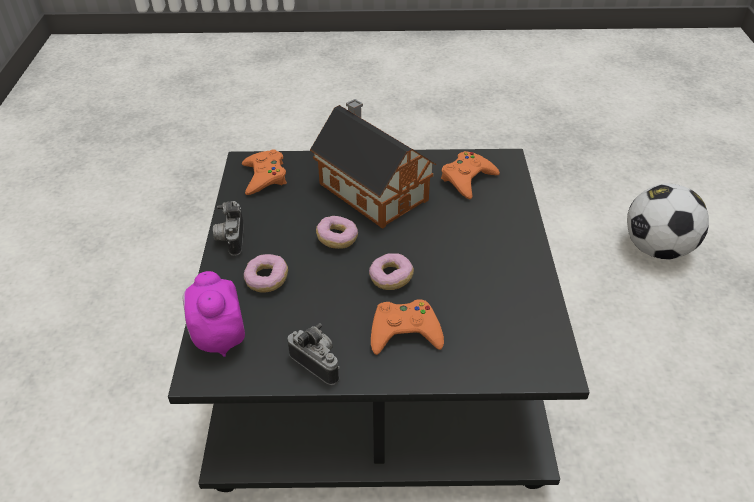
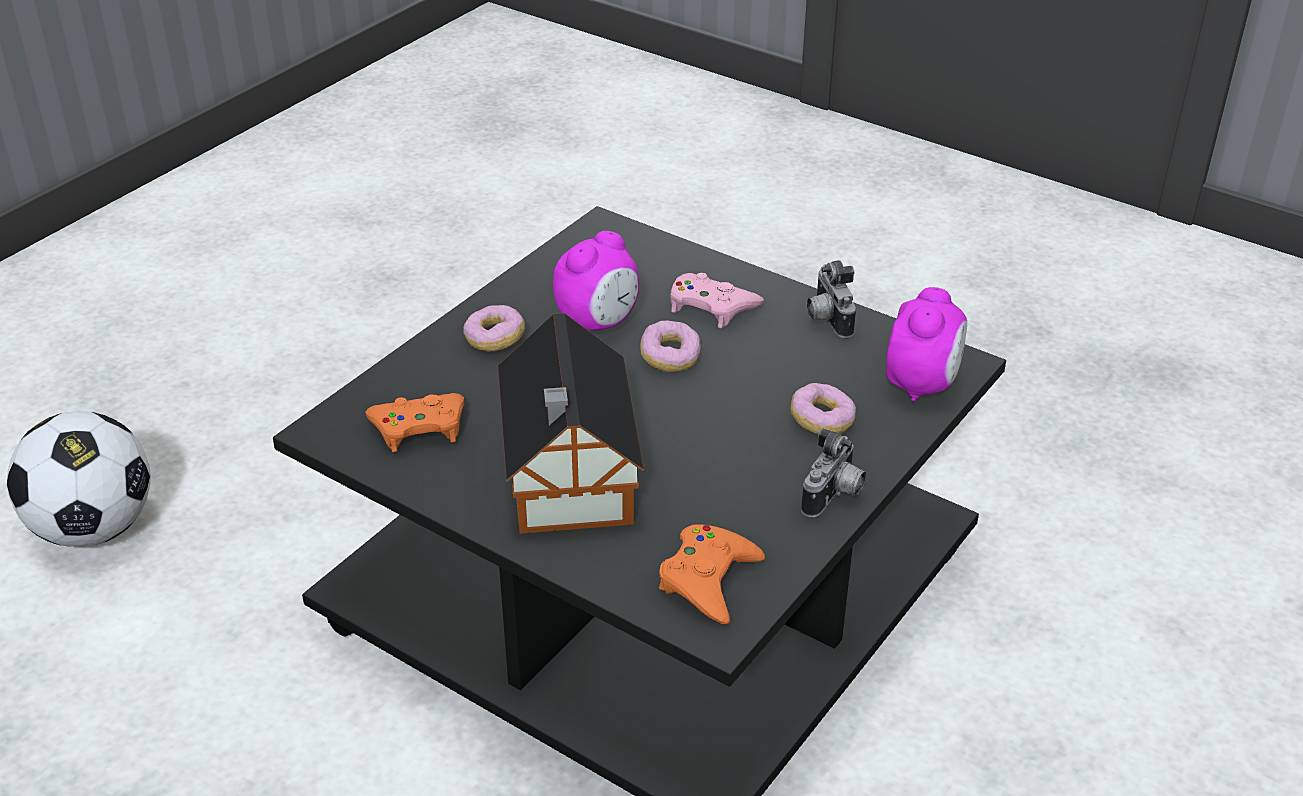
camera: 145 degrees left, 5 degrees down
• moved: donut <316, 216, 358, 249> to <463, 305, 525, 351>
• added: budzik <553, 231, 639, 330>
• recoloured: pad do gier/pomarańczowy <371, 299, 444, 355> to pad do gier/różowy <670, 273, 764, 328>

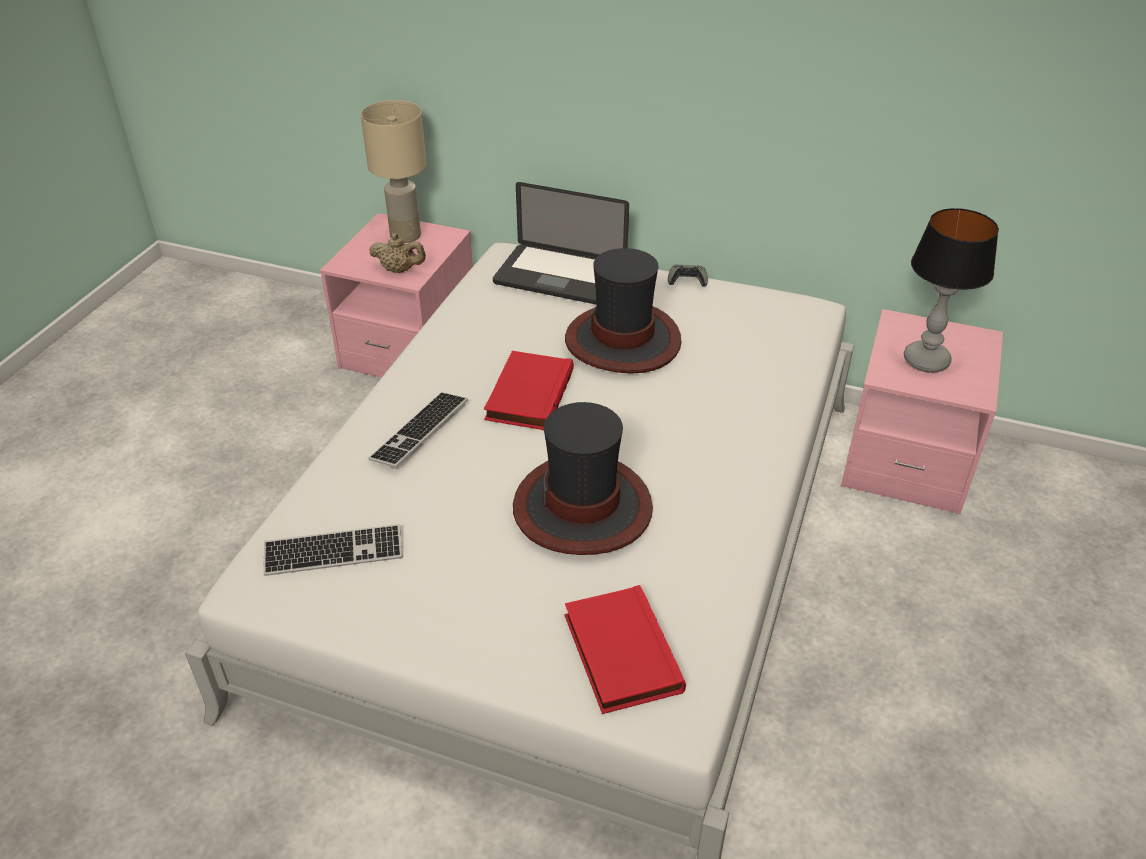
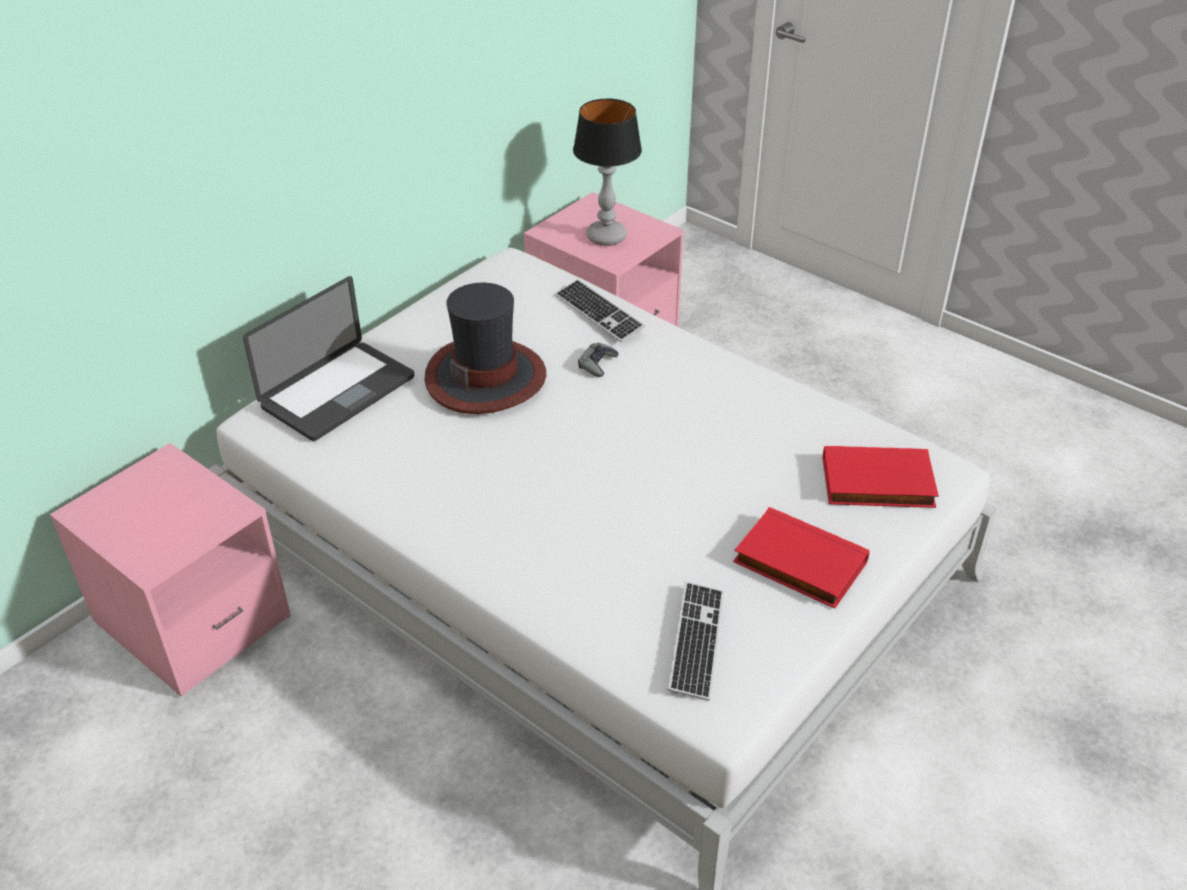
camera: 70 degrees left, 0 degrees up
• moved: klawiatura <368, 392, 468, 469> to <555, 279, 645, 343>
• moved: pad do gier/szary <668, 265, 708, 287> to <578, 342, 619, 377>
• moved: książka/czerwony <484, 351, 574, 430> to <733, 507, 870, 609>
• removed: lampa stołowa/beżowy <361, 100, 427, 243>
• removed: imbryk/beżowy <369, 233, 426, 273>
• removed: kapelusz <513, 402, 653, 555>

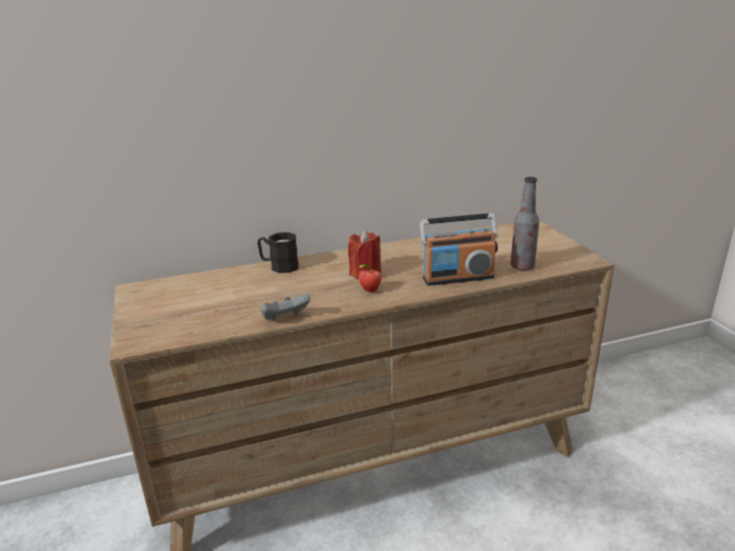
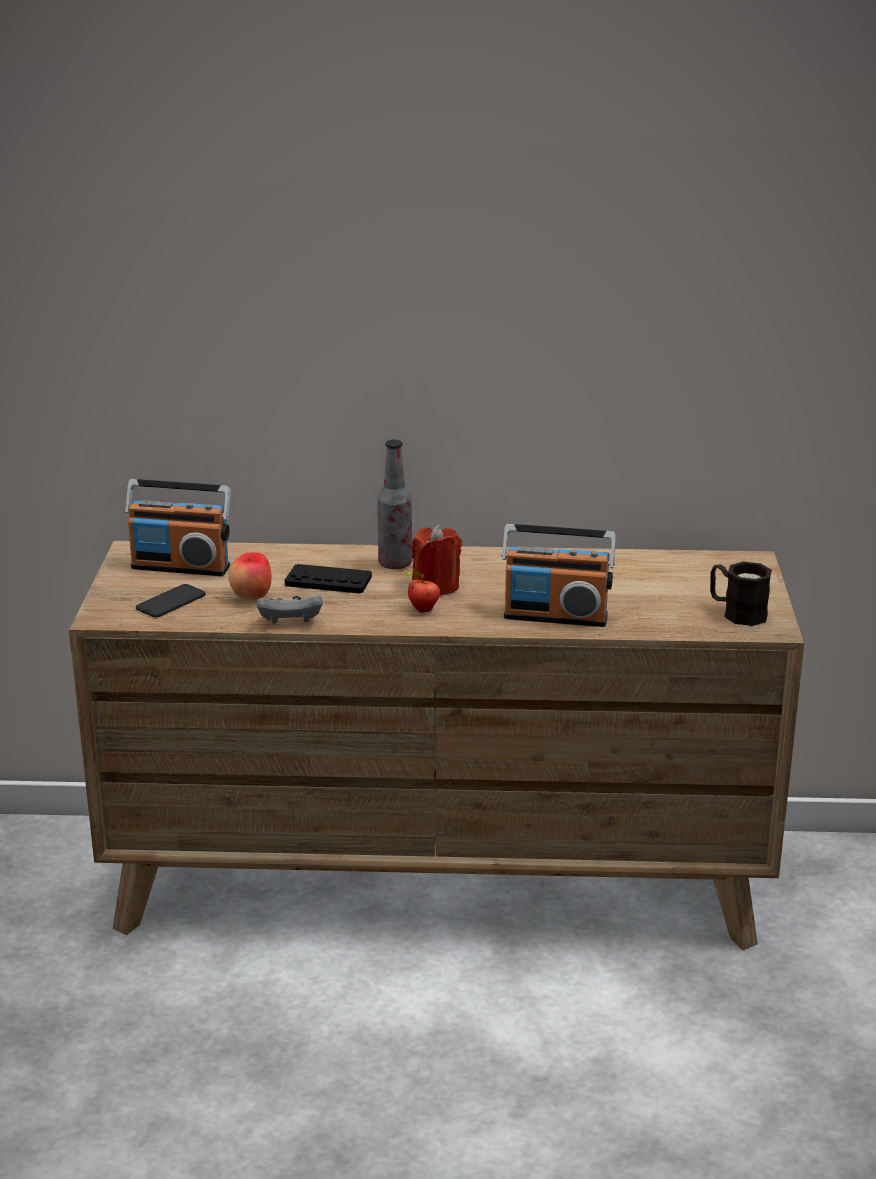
camera: 20 degrees right, 0 degrees up
• added: radio <125, 479, 231, 576>
• added: telefon <136, 584, 206, 618>
• added: jabłko <229, 552, 272, 600>
• added: pad do gier/czarny <285, 564, 372, 594>
• moved: butelka <510, 177, 539, 271> to <378, 440, 412, 569>
• moved: kubek/czarny <258, 232, 299, 273> to <710, 562, 772, 626>

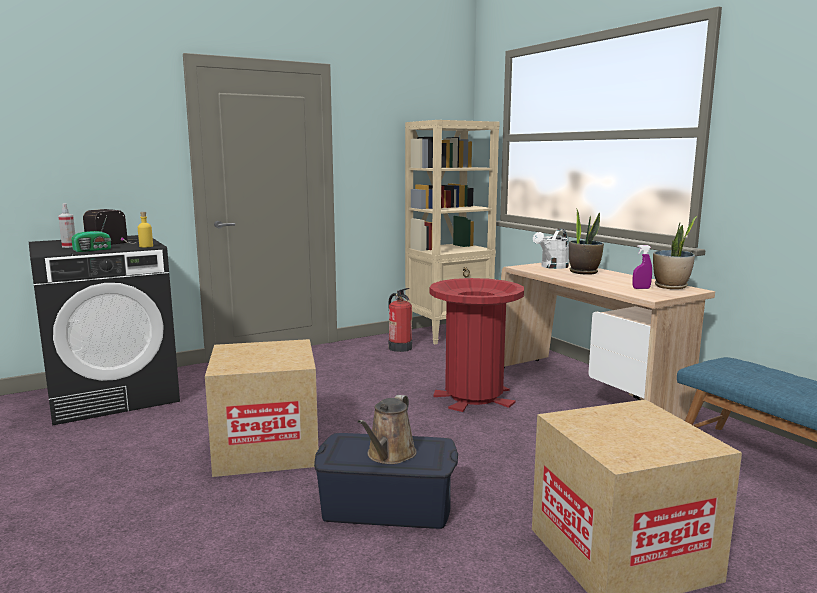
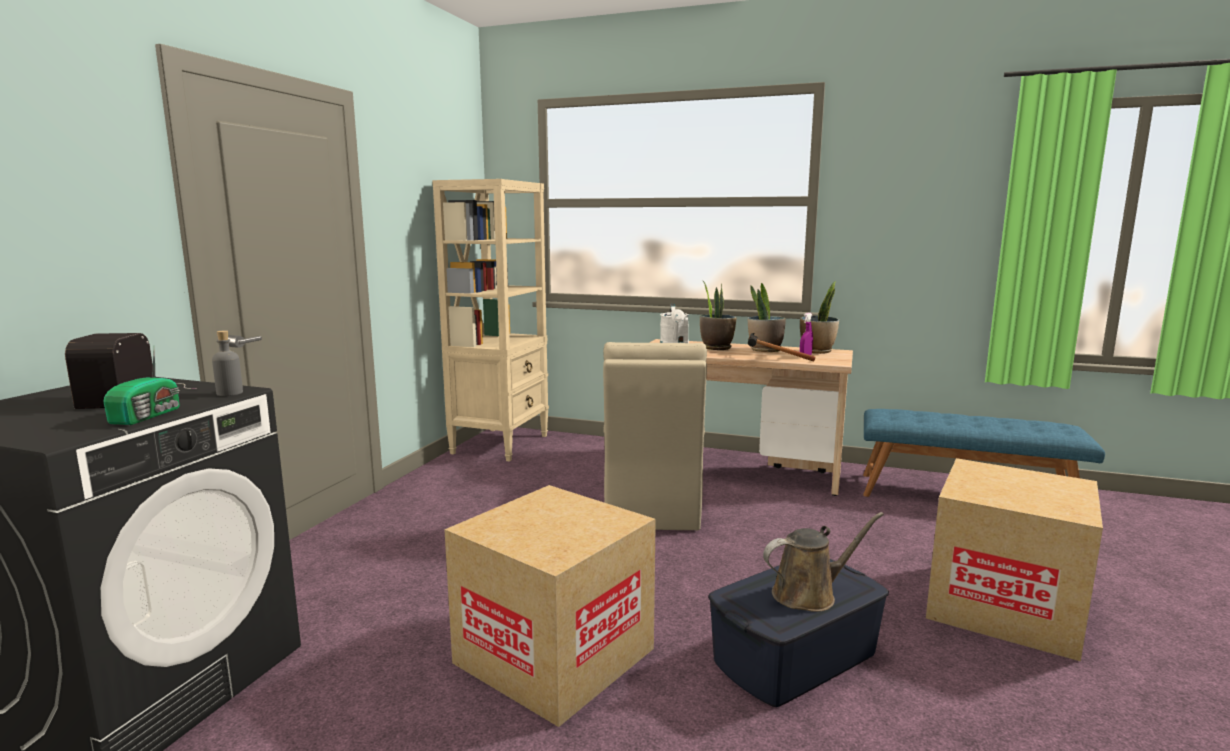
camera: 40 degrees left, 0 degrees up
• recoloured: butelka/żółty <138, 212, 153, 247> to butelka/szary <212, 330, 243, 396>
• replaced: kosz na śmieci/czerwony <430, 278, 524, 412> to krzesło/beżowy <603, 342, 707, 530>
• added: roślina doniczkowa <748, 283, 786, 352>
• added: młotek <748, 333, 816, 362>
• turned: konewka/brązowy <358, 395, 417, 464> = <763, 512, 884, 612> 90 degrees counterclockwise
• removed: spryskiwacz <58, 203, 75, 248>
• removed: gaśnica <388, 288, 412, 352>

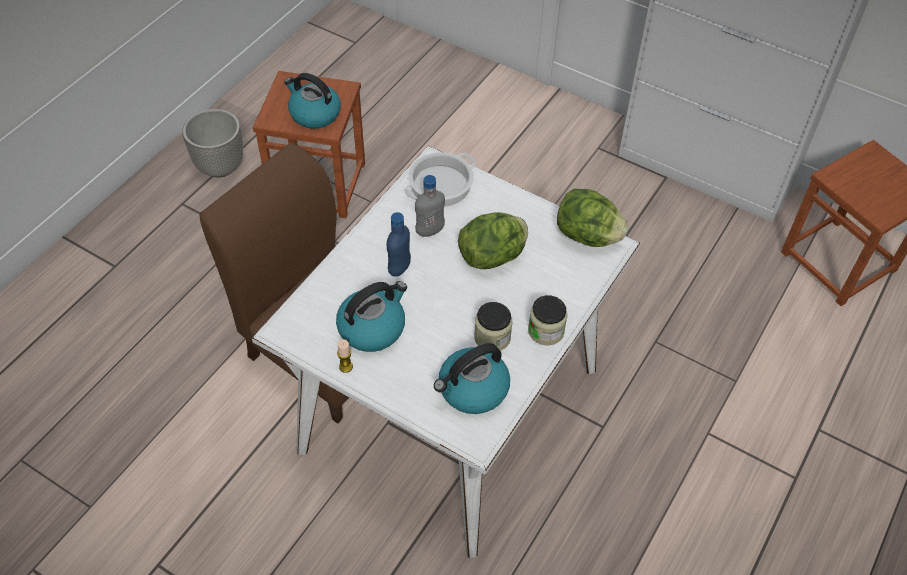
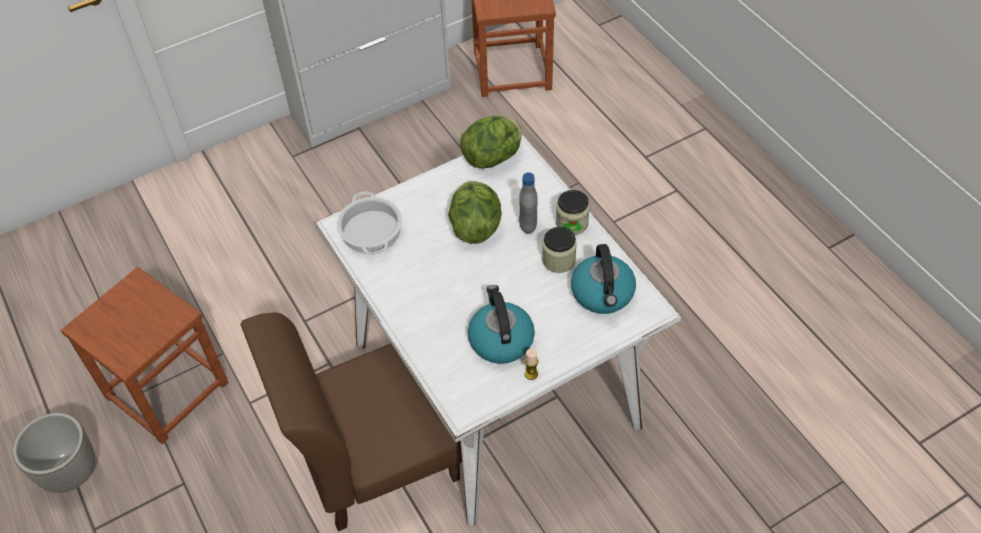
camera: 60 degrees left, 0 degrees up
• moved: butelka/szary <415, 175, 445, 237> to <519, 172, 537, 234>
• removed: czajnik <284, 73, 341, 129>
• removed: butelka/niebieski <387, 212, 411, 277>

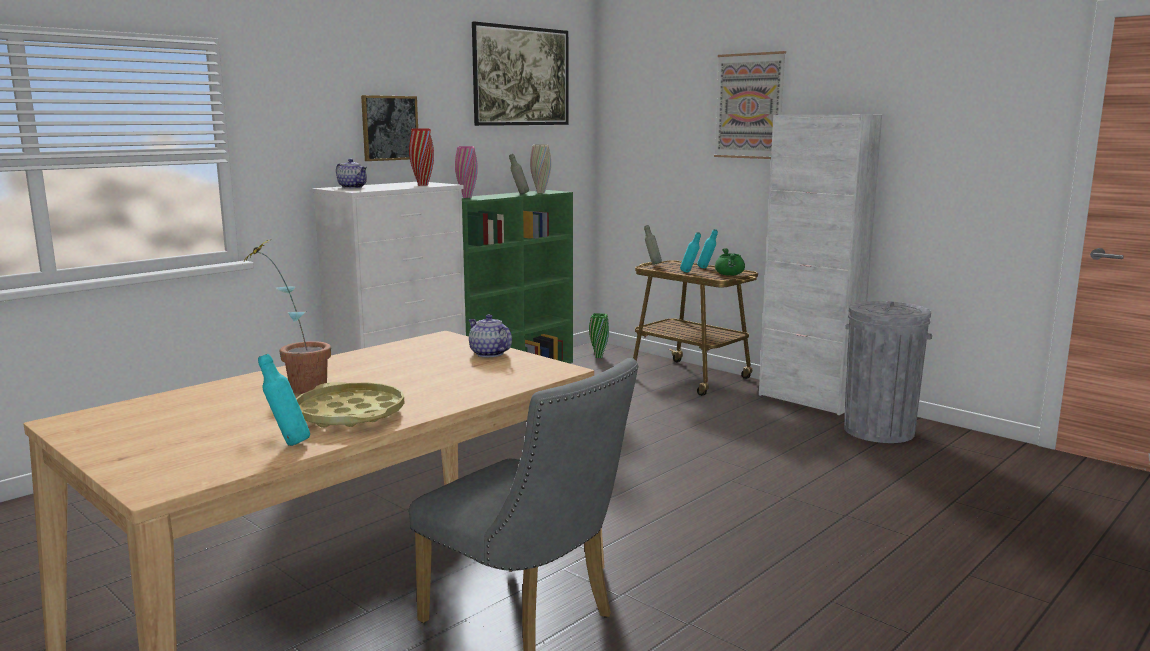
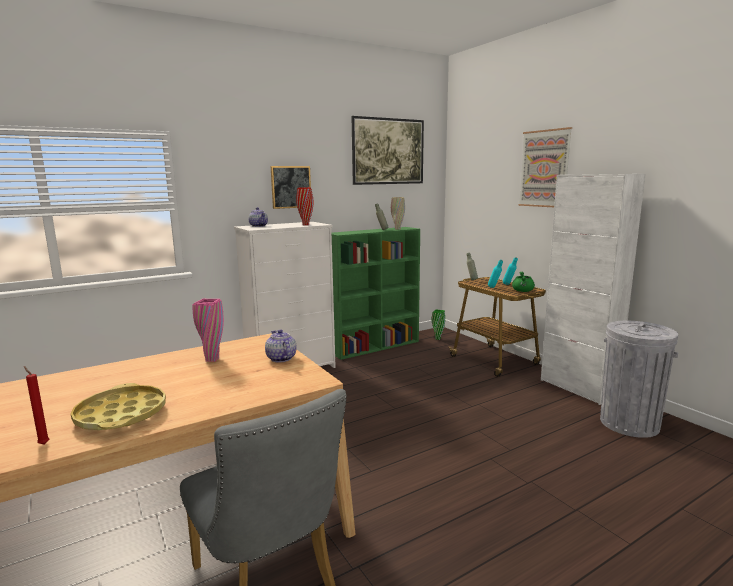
camera: 15 degrees right, 0 degrees up
• replaced: butelka/turkusowy <258, 354, 310, 446> to świeca/czerwony <24, 366, 49, 445>
• moved: wazon/różowy <455, 146, 478, 198> to <193, 299, 224, 362>
• removed: roślina doniczkowa <243, 239, 331, 394>

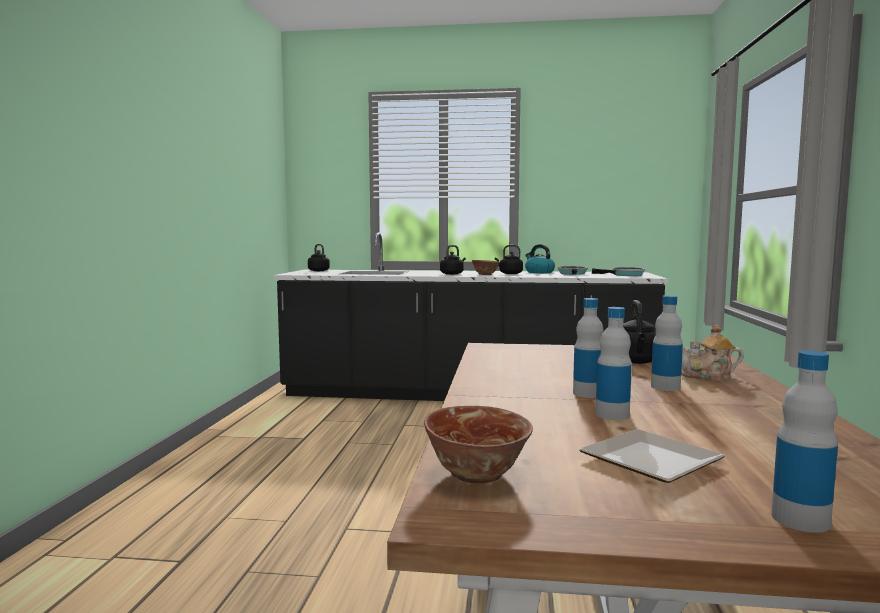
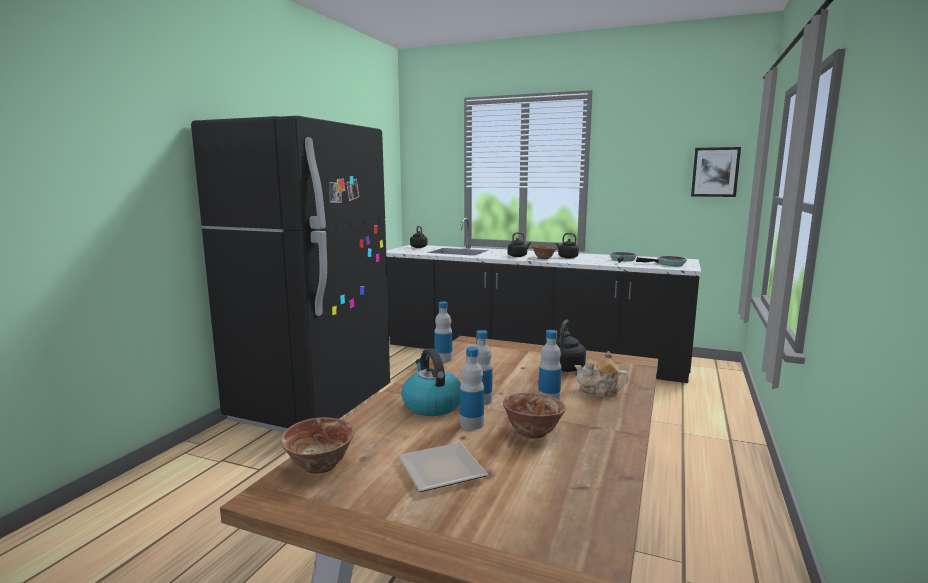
camera: 15 degrees right, 5 degrees up
• added: lodówka/czarny <191, 116, 390, 432>
• moved: czajnik <525, 244, 555, 273> to <401, 348, 461, 416>
• moved: butelka <771, 350, 838, 533> to <434, 302, 452, 362>
• added: miska <503, 393, 566, 439>
• added: obraz <691, 147, 741, 197>

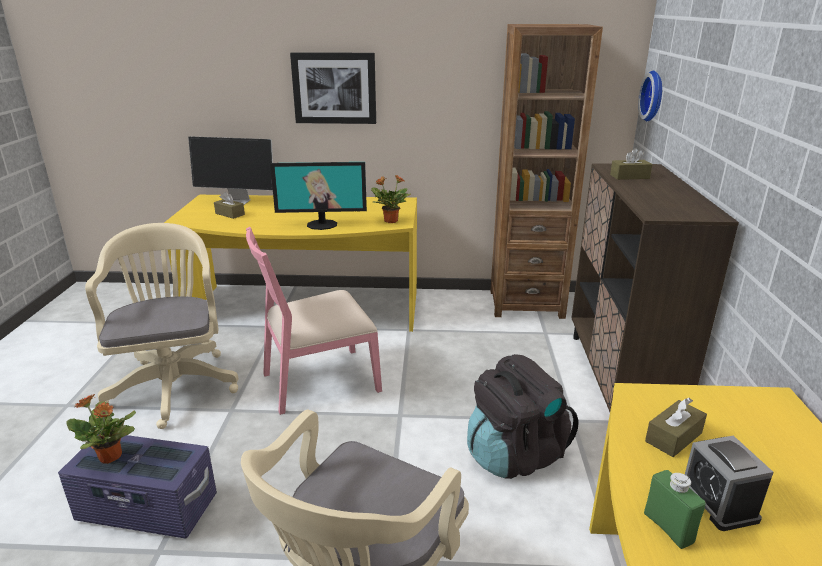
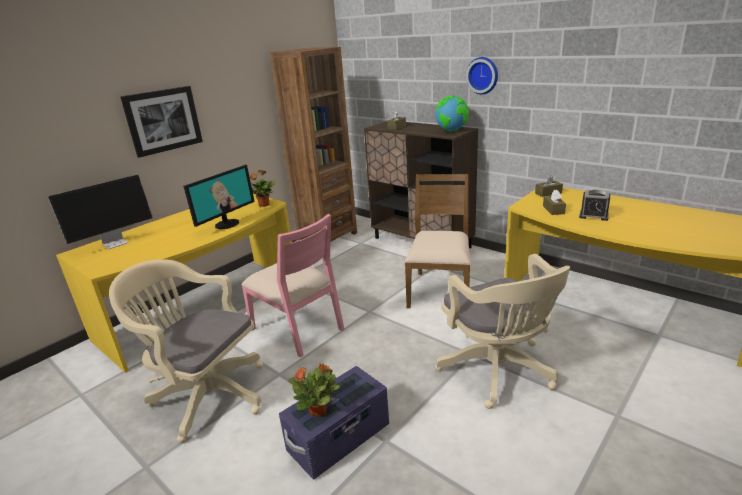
camera: 50 degrees left, 0 degrees up
• turned: krzesło/różowy <246, 227, 382, 415> = <242, 214, 344, 357> 60 degrees counterclockwise
• replaced: plecak/czarny <467, 354, 579, 479> to krzesło/brązowy <405, 174, 470, 308>
• added: globus <435, 96, 469, 132>
• moved: zegar ścienny <638, 71, 662, 121> to <466, 57, 498, 94>
• moved: pudełko chusteczek/brązowy <214, 192, 245, 219> to <535, 175, 563, 197>
• removed: butelka/zielony <644, 470, 706, 549>

